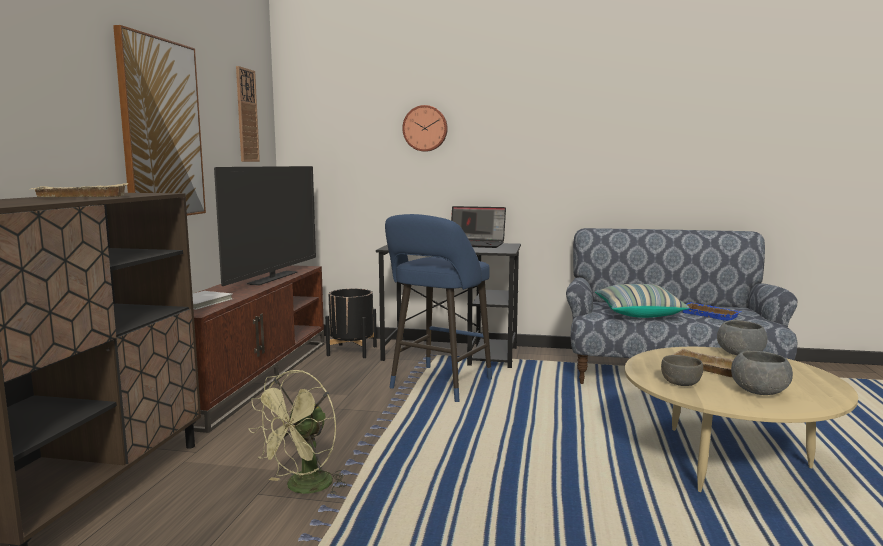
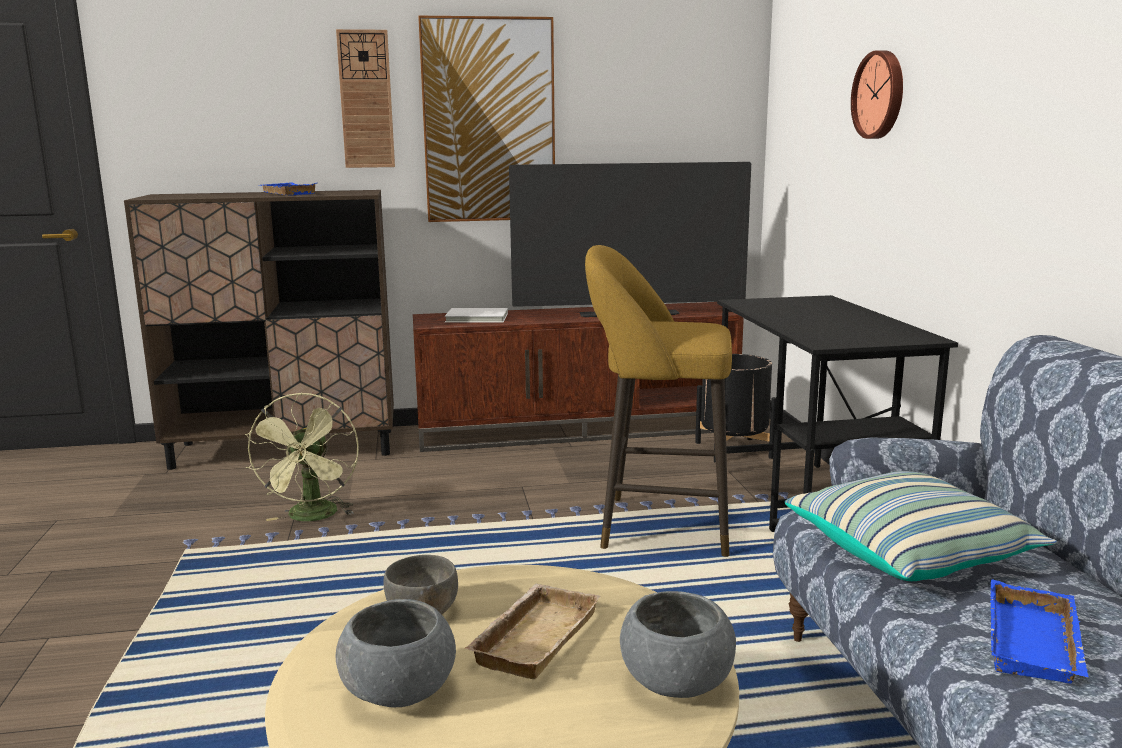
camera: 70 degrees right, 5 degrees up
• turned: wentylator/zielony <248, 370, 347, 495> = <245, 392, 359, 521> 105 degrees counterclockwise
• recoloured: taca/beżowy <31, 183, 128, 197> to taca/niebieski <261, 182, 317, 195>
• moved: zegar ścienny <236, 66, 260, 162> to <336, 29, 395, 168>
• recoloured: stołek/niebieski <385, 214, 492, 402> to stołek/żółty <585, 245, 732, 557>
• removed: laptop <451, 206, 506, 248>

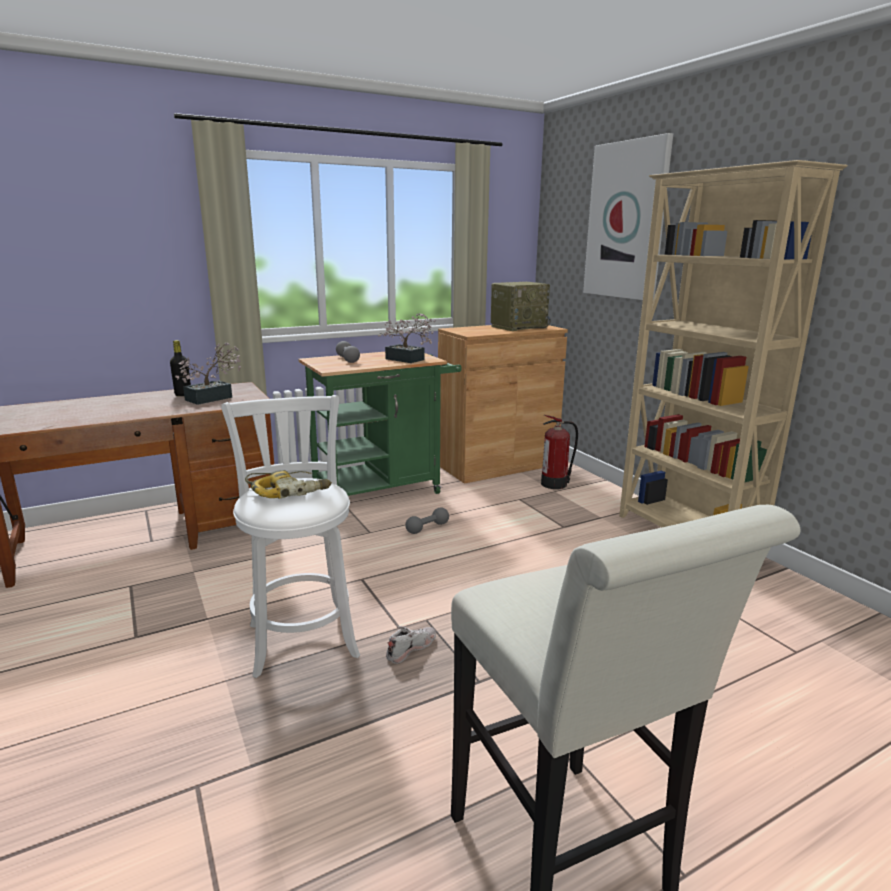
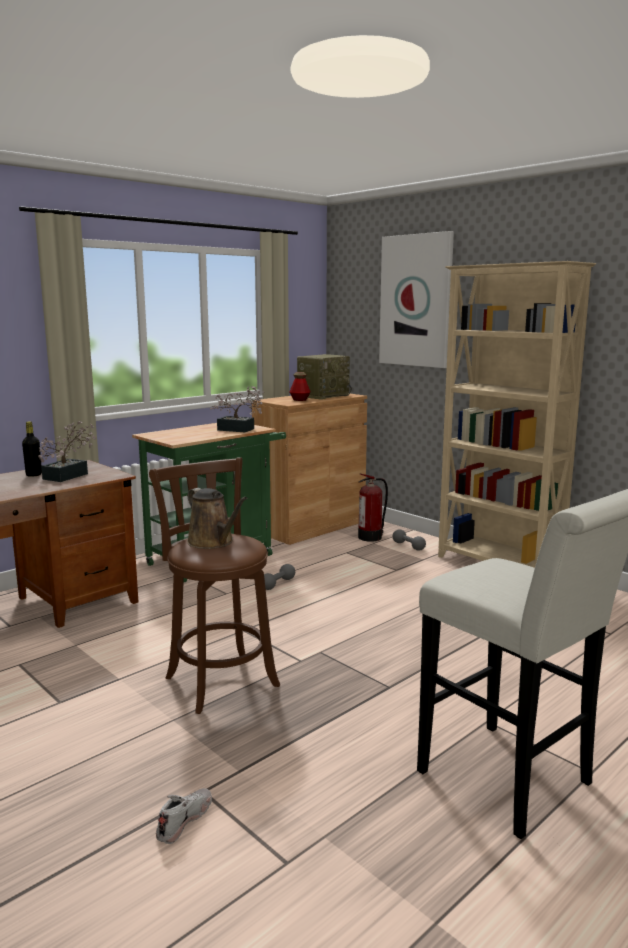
camera: 15 degrees left, 5 degrees down
• recoloured: stołek/biały <221, 395, 360, 678> to stołek/brązowy <149, 457, 280, 714>
• moved: but/biały <386, 626, 436, 664> to <156, 788, 212, 844>
• replaced: wiertarka <245, 470, 332, 499> to konewka/brązowy <187, 488, 247, 549>
• added: butelka <290, 372, 310, 401>
• moved: hantel/szary <336, 341, 360, 363> to <393, 529, 426, 551>

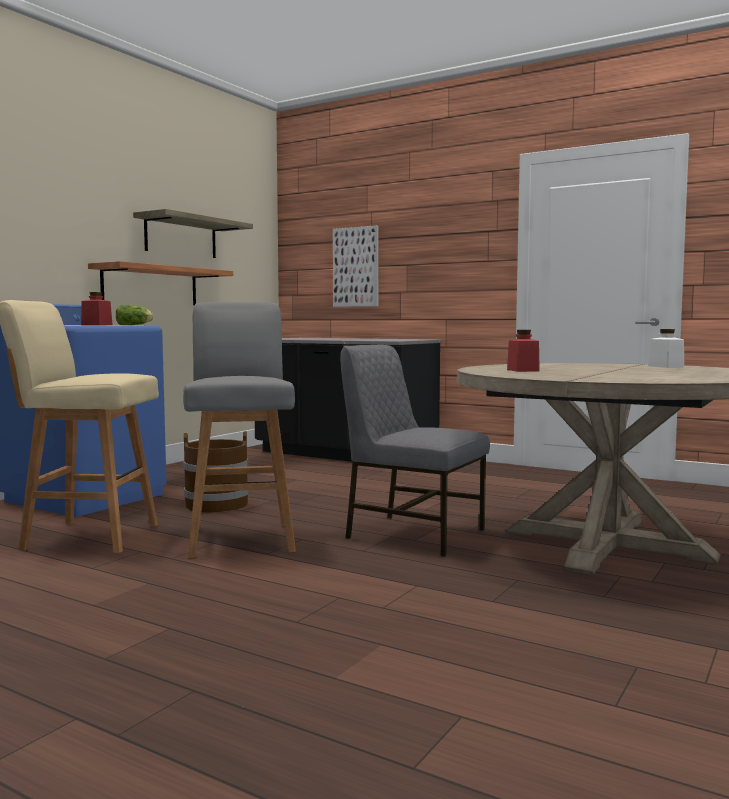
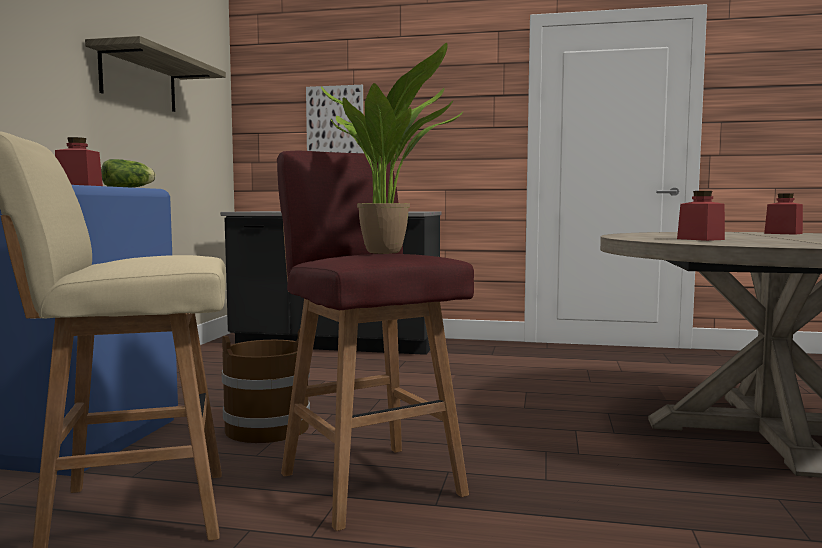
camera: 20 degrees left, 0 degrees up
• recoloured: stołek/szary <183, 302, 296, 558> to stołek/czerwony <277, 151, 474, 531>
• added: roślina doniczkowa <321, 43, 463, 254>
• recoloured: słoik/biały <648, 329, 684, 368> to słoik/czerwony <764, 193, 803, 235>
• removed: półka <88, 261, 233, 305>
• removed: krzesło/szary <340, 345, 490, 557>

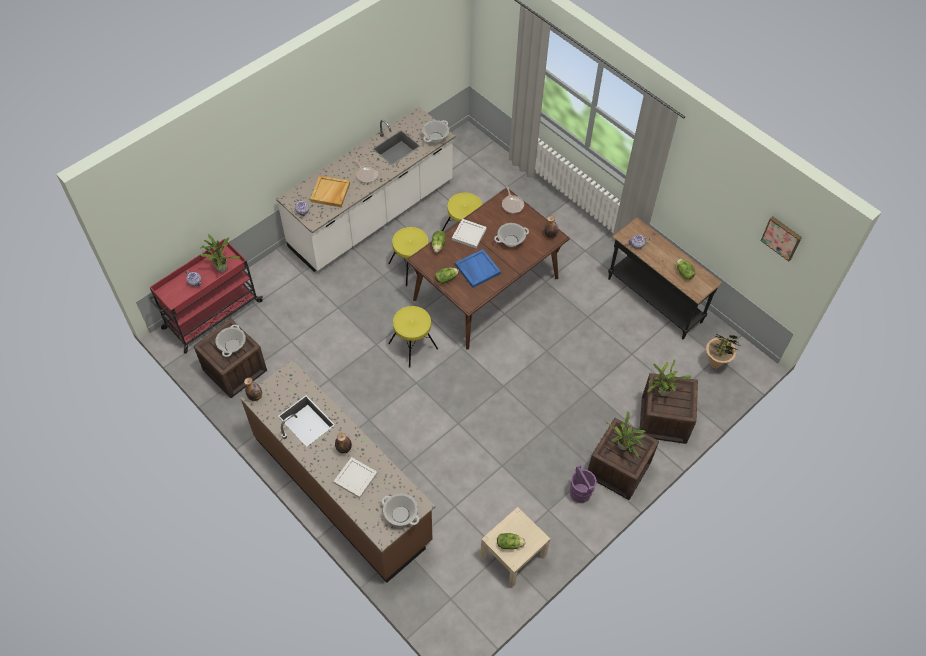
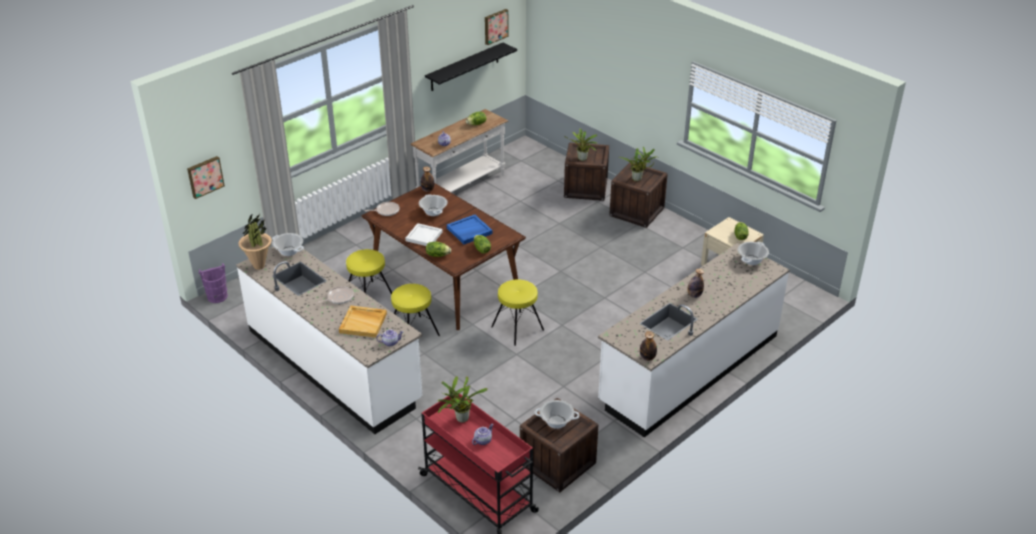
camera: 90 degrees left, 20 degrees down
• added: obraz <187, 156, 225, 199>
• moved: wiadro/fioletowy <570, 465, 597, 503> to <198, 263, 228, 303>
• moved: roślina doniczkowa <706, 334, 740, 369> to <238, 213, 272, 270>
• recoloured: stolik konsolowy/czarny <608, 217, 722, 339> to stolik konsolowy/biały <410, 109, 508, 192>
• added: półka/czarny <425, 43, 517, 91>
• recoloured: zabudowa kuchenna/brązowy <240, 360, 435, 583> to zabudowa kuchenna/biały <598, 243, 790, 437>
• removed: taca/biały <333, 457, 378, 498>

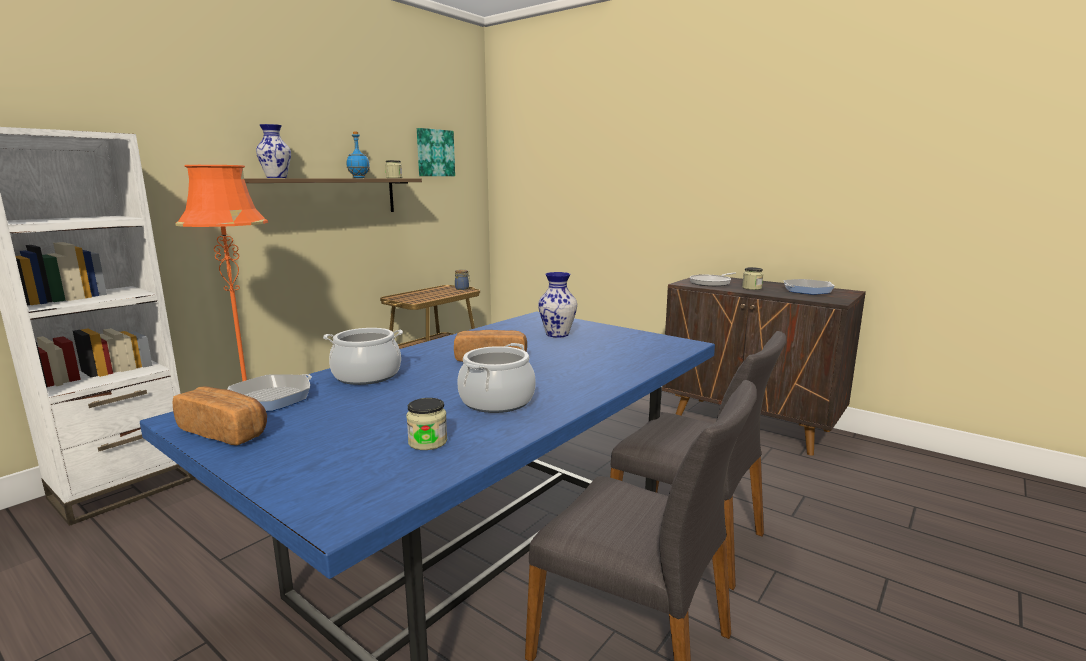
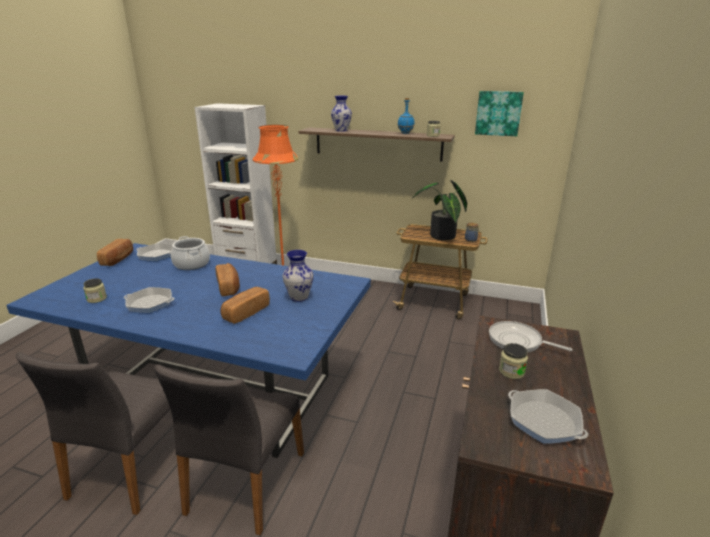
camera: 70 degrees right, 10 degrees up
• replaced: garnek <457, 343, 536, 413> to patelnia <124, 287, 174, 313>
• added: chleb <221, 287, 270, 324>
• added: roślina doniczkowa <412, 180, 467, 240>

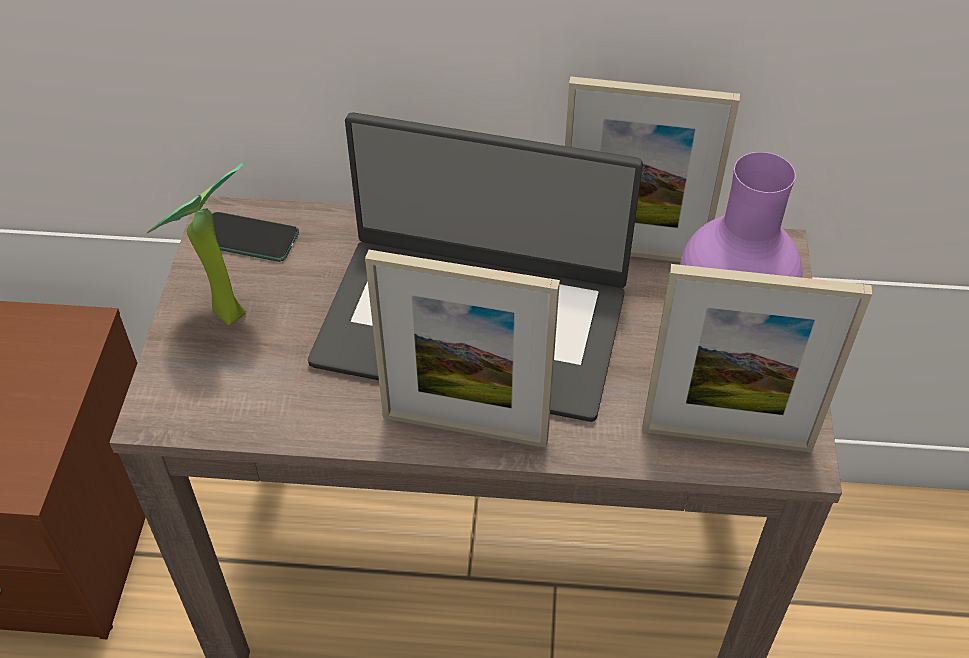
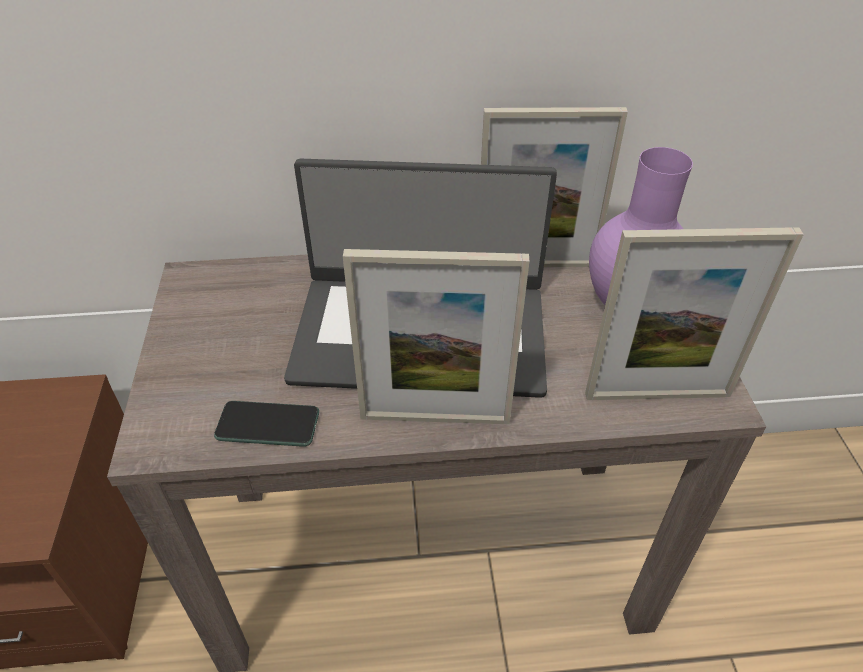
camera: 10 degrees left, 5 degrees down
• moved: telefon <212, 212, 299, 262> to <214, 401, 319, 447>
• removed: roślina doniczkowa <147, 162, 246, 325>

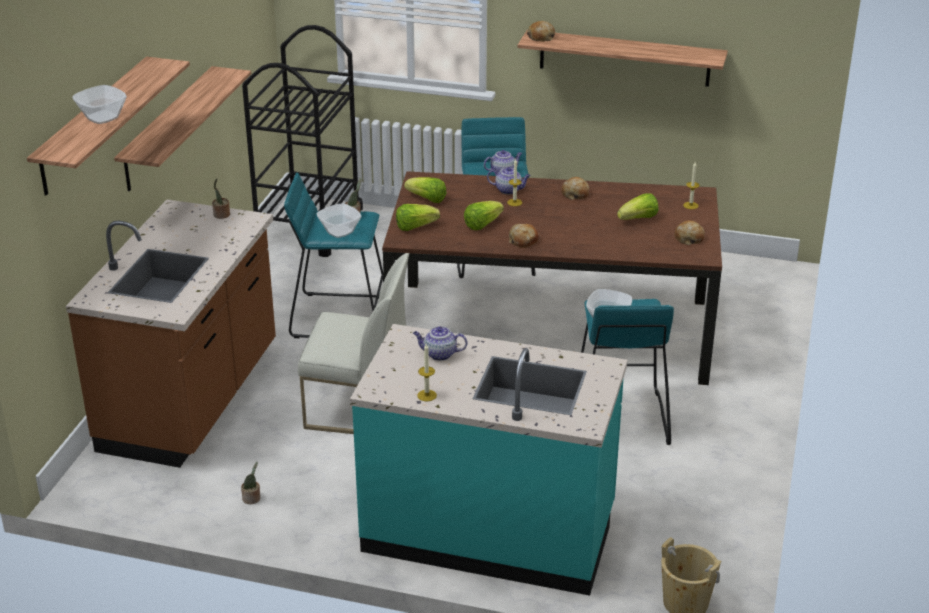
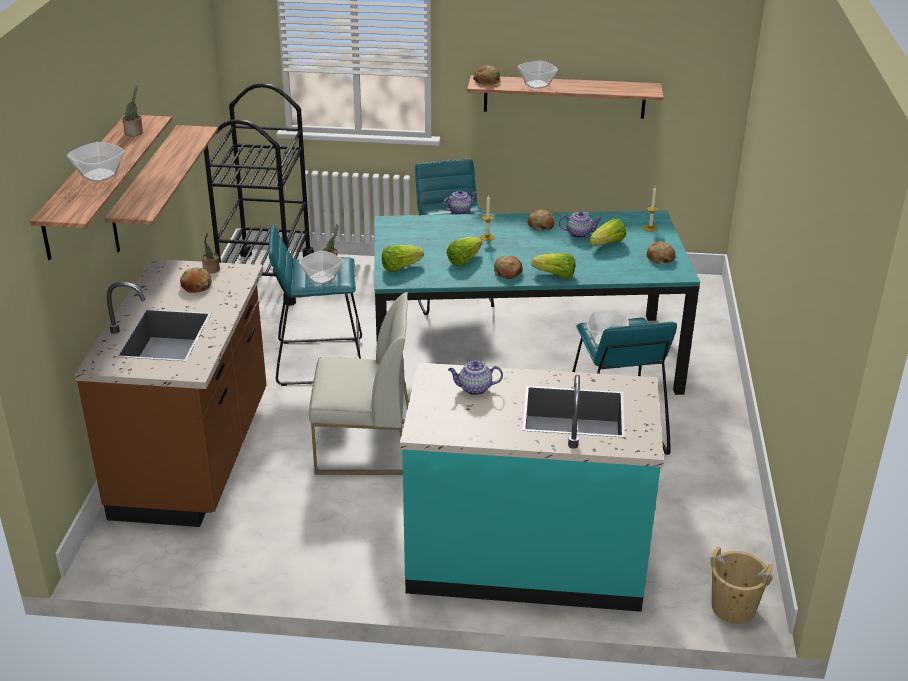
camera: 10 degrees left, 0 degrees up
• moved: roślina doniczkowa <241, 462, 260, 504> to <122, 86, 143, 136>
• added: chleb <180, 268, 212, 293>
• recoloured: stół jadalny/brązowy <382, 171, 722, 385> to stół jadalny/turkusowy <374, 210, 700, 395>
• added: miska <518, 61, 558, 89>
• moved: sałata <404, 177, 446, 203> to <532, 253, 576, 279>
• moved: imbryk <487, 167, 531, 194> to <559, 211, 602, 238>
• removed: świeca <417, 344, 437, 401>

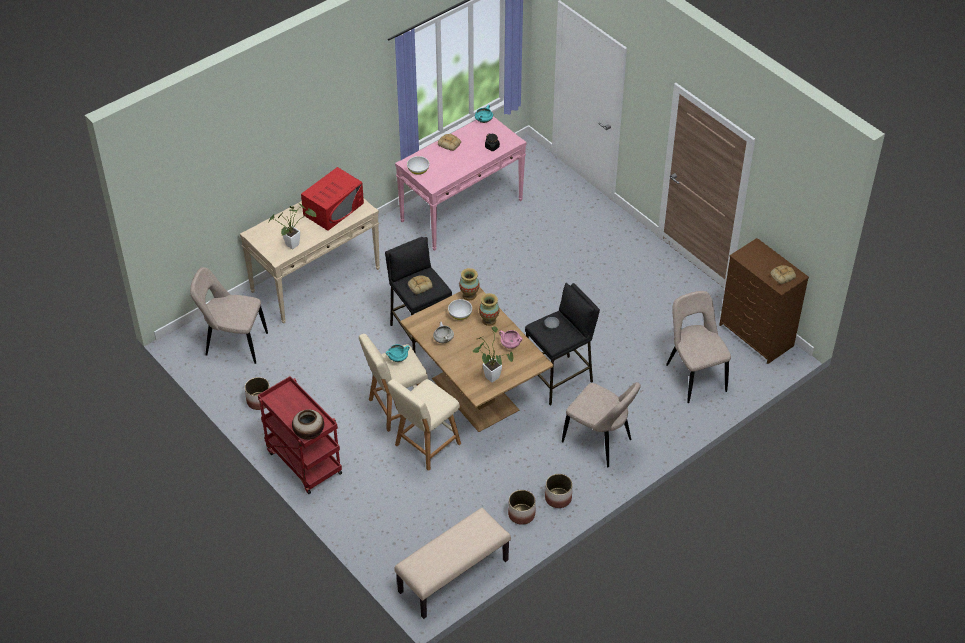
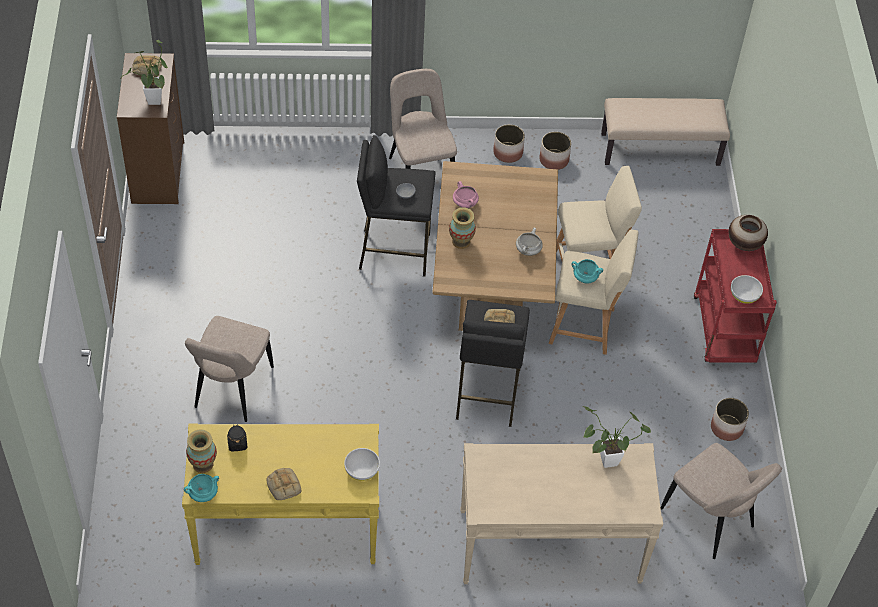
camera: 145 degrees left, 5 degrees up
• moved: roślina doniczkowa <473, 326, 513, 383> to <121, 40, 167, 105>
• recoloured: stolik konsolowy/różowy <395, 116, 527, 251> to stolik konsolowy/żółty <182, 424, 379, 565>
• moved: krzesło/beżowy <666, 291, 731, 403> to <185, 316, 274, 422>
• moved: wazon <459, 268, 479, 300> to <186, 429, 217, 473>
• moved: miska/biały <448, 299, 472, 320> to <731, 275, 763, 304>
• removed: mikrofalówka/czerwony <301, 167, 364, 231>

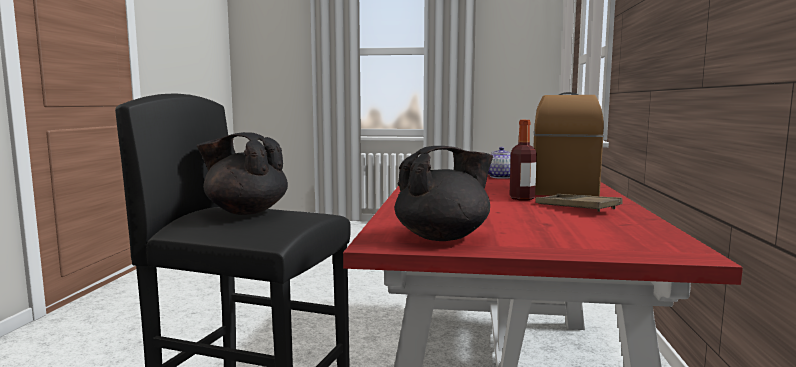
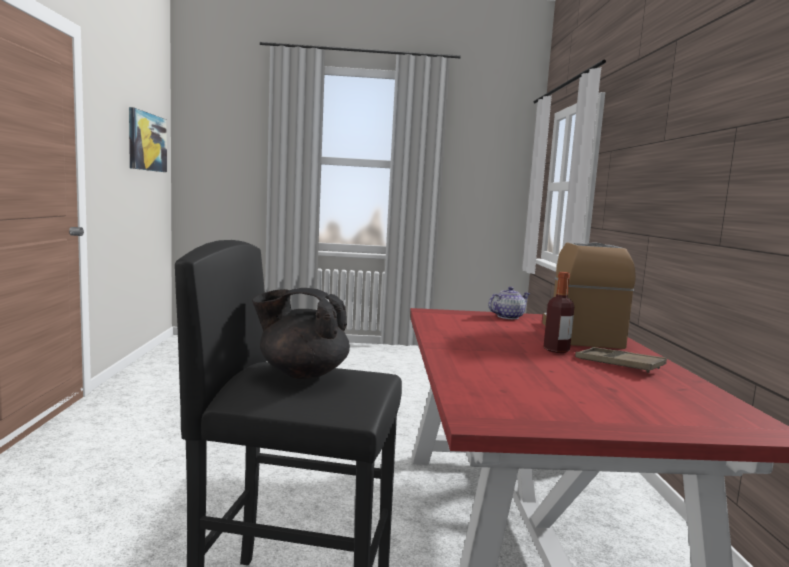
camera: 10 degrees left, 0 degrees up
• added: obraz <129, 107, 167, 172>
• removed: imbryk/czarny <395, 146, 493, 241>

